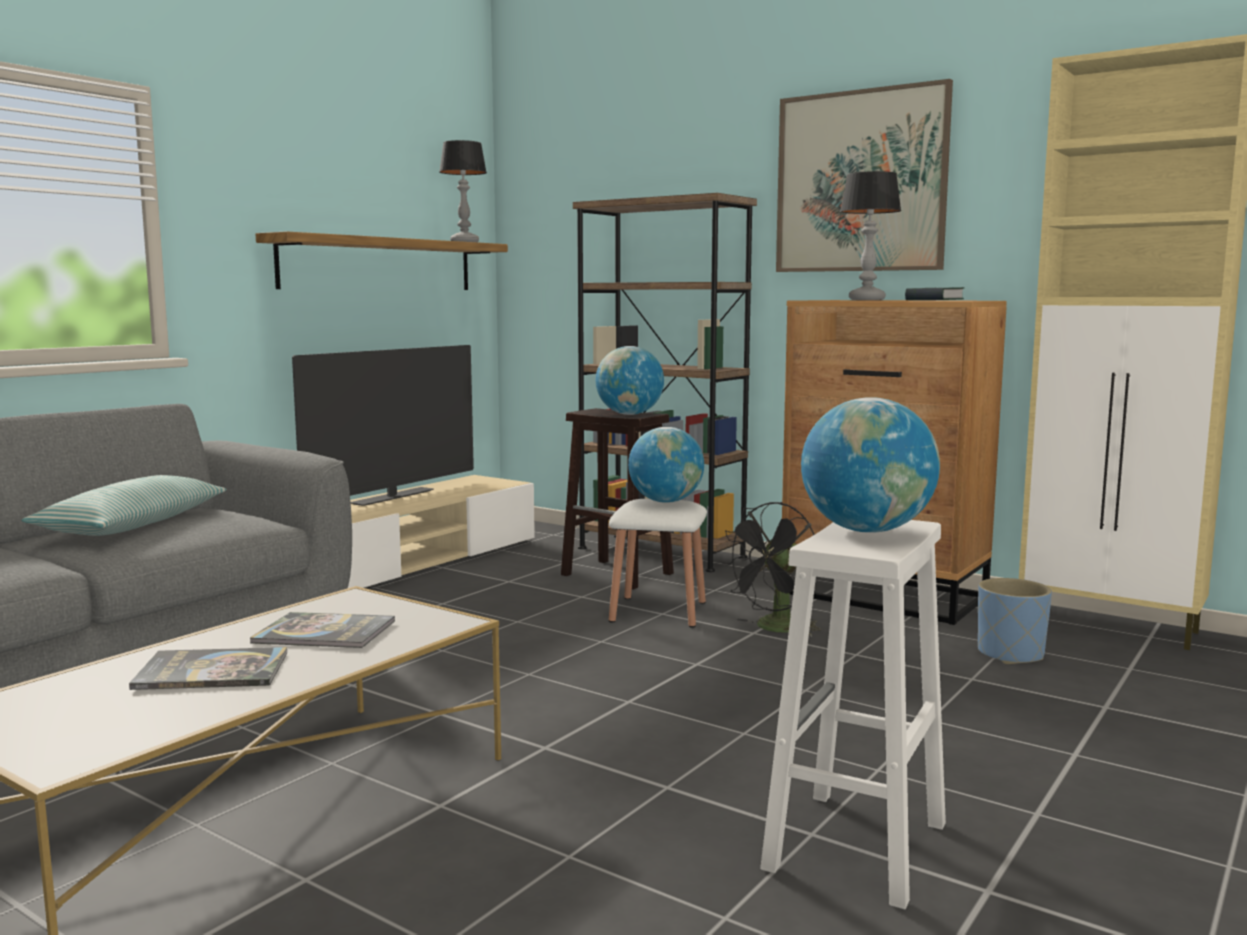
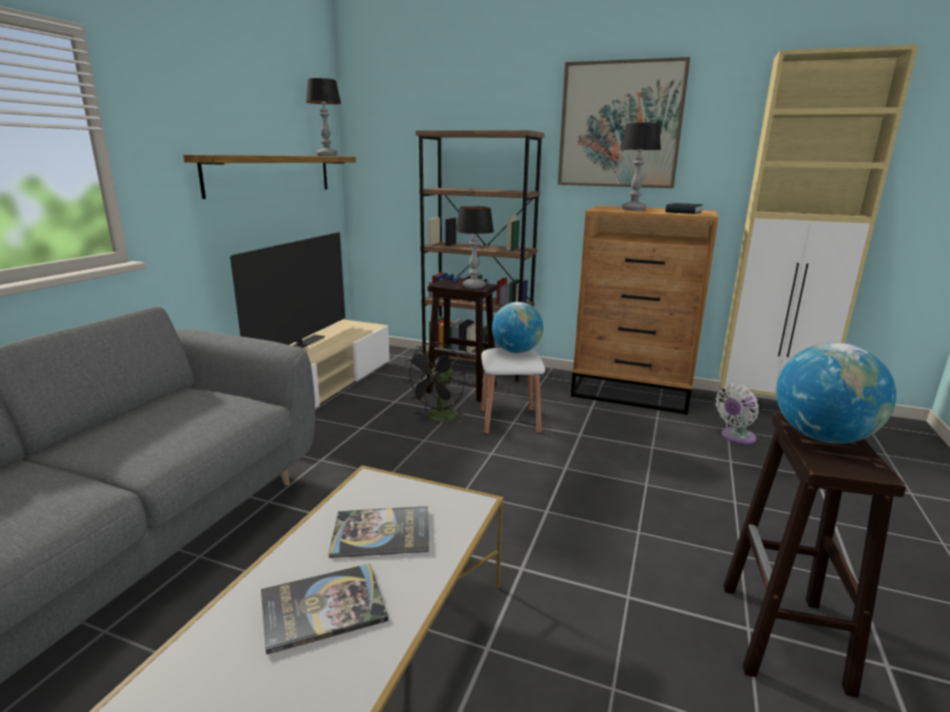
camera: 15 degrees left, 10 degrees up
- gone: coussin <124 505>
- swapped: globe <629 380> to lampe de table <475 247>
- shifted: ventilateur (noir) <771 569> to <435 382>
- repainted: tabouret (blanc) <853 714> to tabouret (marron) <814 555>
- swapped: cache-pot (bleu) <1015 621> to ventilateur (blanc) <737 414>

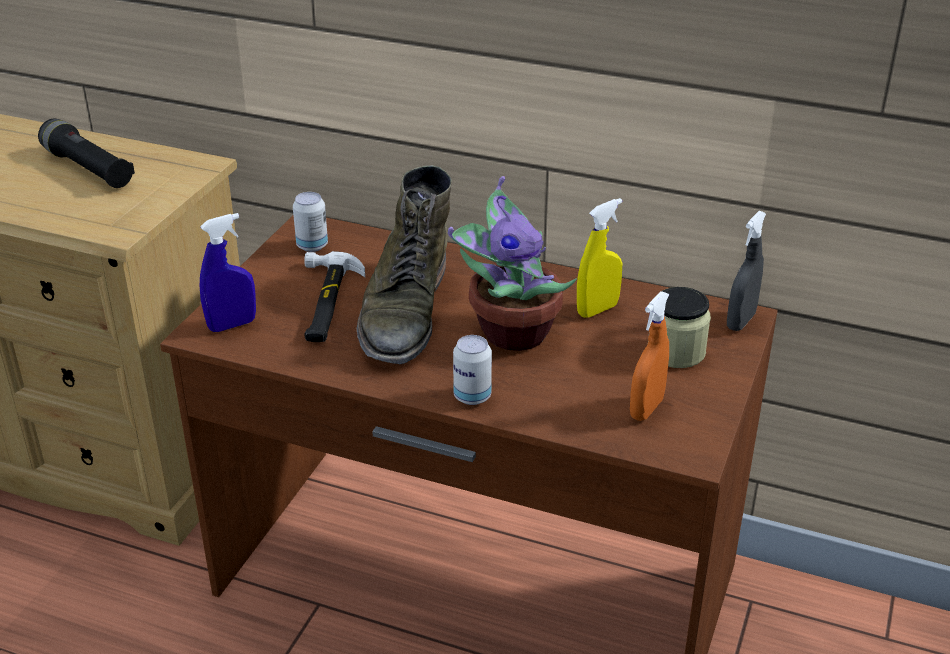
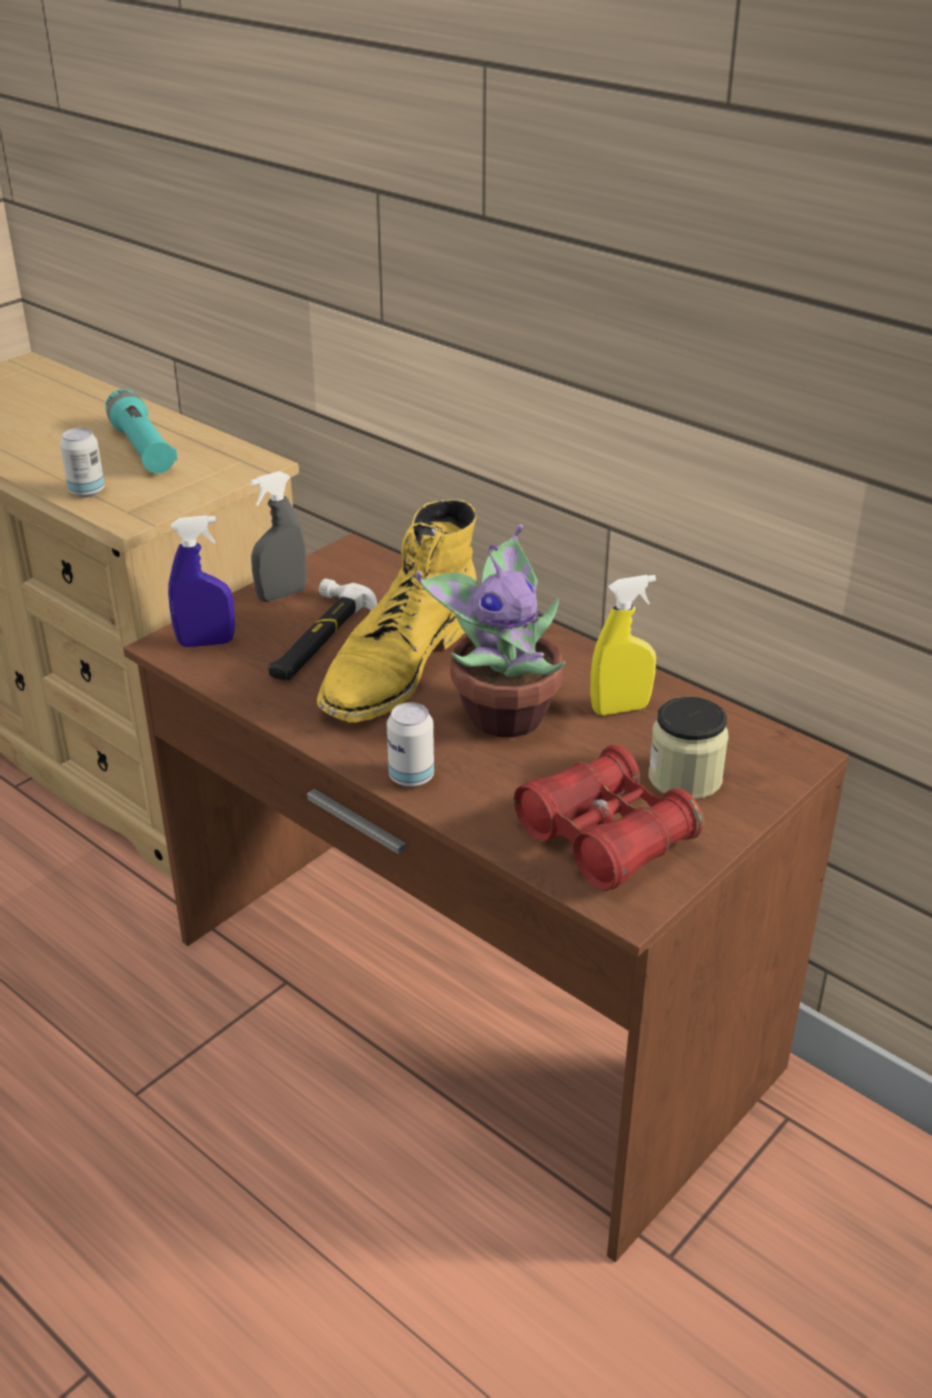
camera: 20 degrees right, 0 degrees up
- repainted: lampe de poche (noir) <86 153> to lampe de poche (turquoise) <141 431>
- shifted: boîte métallique <310 222> to <82 462>
- repainted: botte (vert) <404 265> to botte (jaune) <397 611>
- swapped: vaporisateur (orange) <649 356> to jumelles (rouge) <609 818>
- shifted: vaporisateur (gris) <746 271> to <278 536>

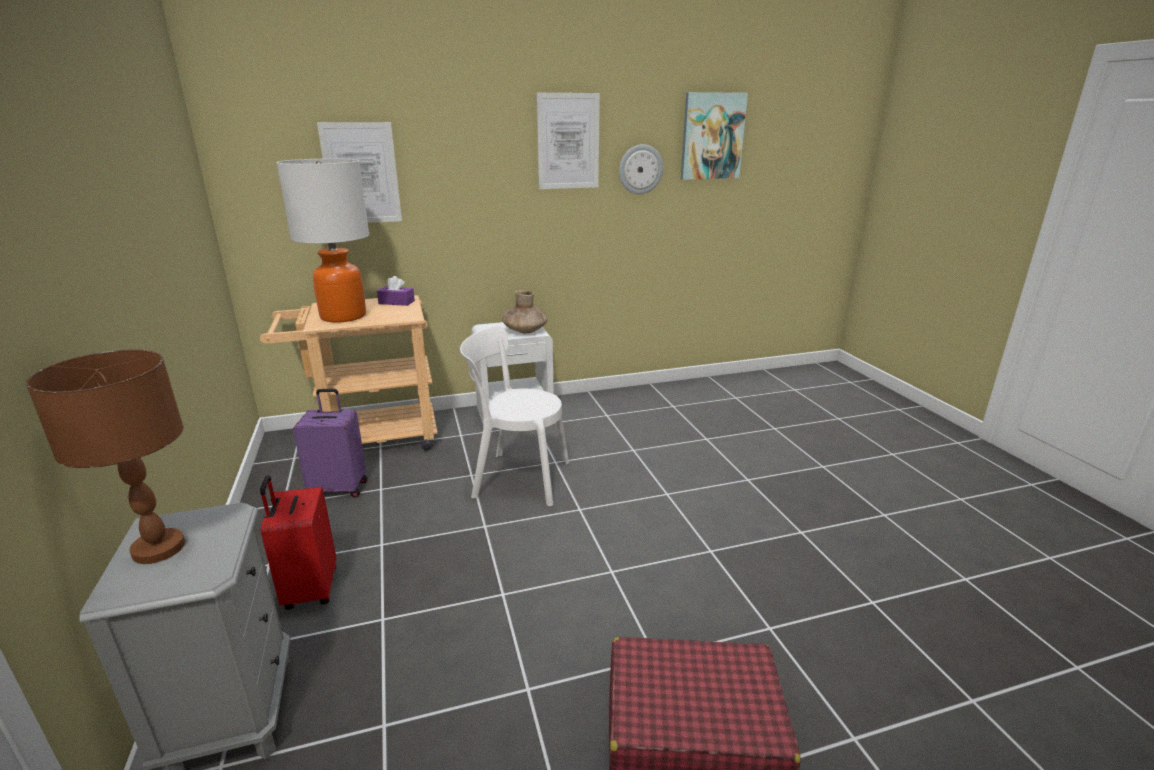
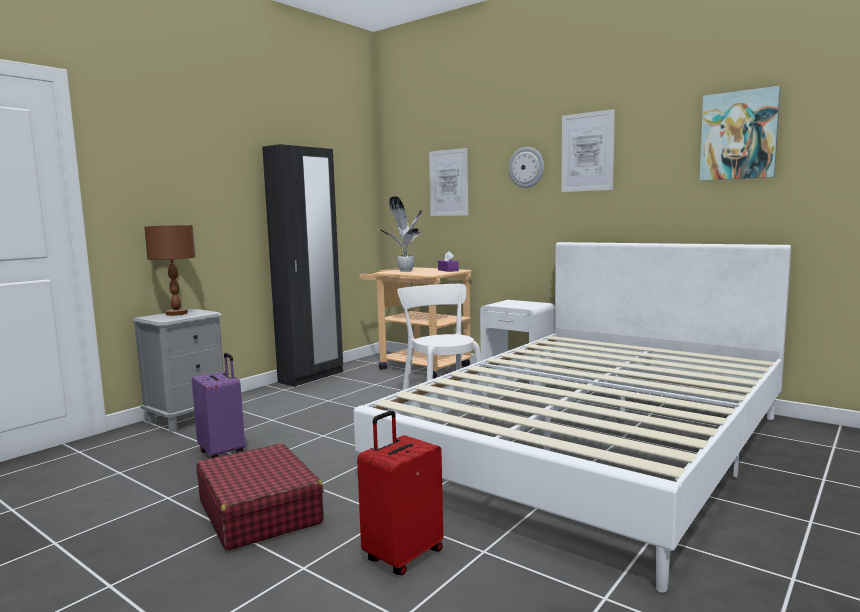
camera: 55 degrees right, 15 degrees down
- shifted: valise (rouge) <298 542> to <400 493>
- swapped: lampe de table <322 240> to plante en pot <401 234>
- shifted: valise (violet) <330 443> to <218 405>
- gone: vase (marron) <524 311>
- shifted: horloge murale <641 169> to <526 167>
- new: armoire (noir) <302 265>
- new: lit (blanc) <572 417>

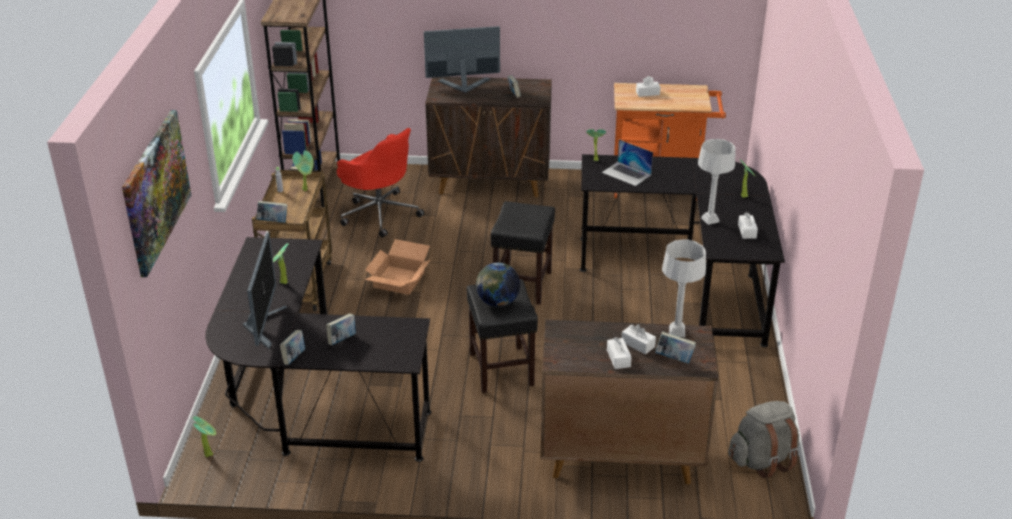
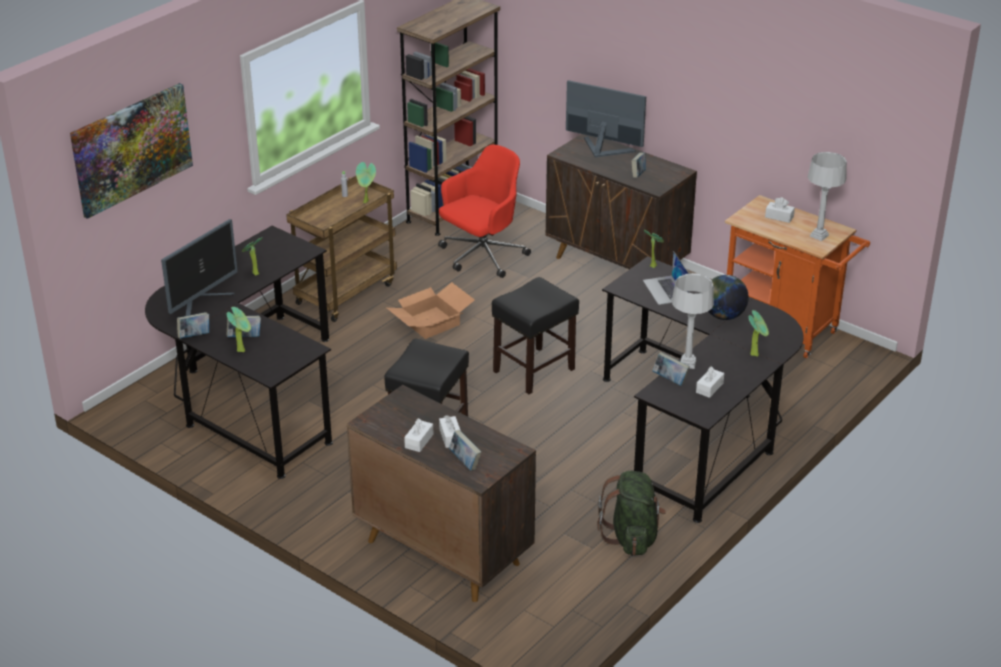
camera: 35 degrees right, 0 degrees up
- shifted: plante en pot <204 436> to <239 330>
- shifted: livre <271 212> to <671 369>
- rotated: chaise de bureau (rouge) <381 183> = <484 211> 120 degrees counterclockwise
- shifted: globe <498 284> to <728 297>
- shifted: lampe de table (gris) <684 288> to <827 196>
- gone: sac à dos (gris) <763 440>
- new: sac à dos (vert) <631 513>

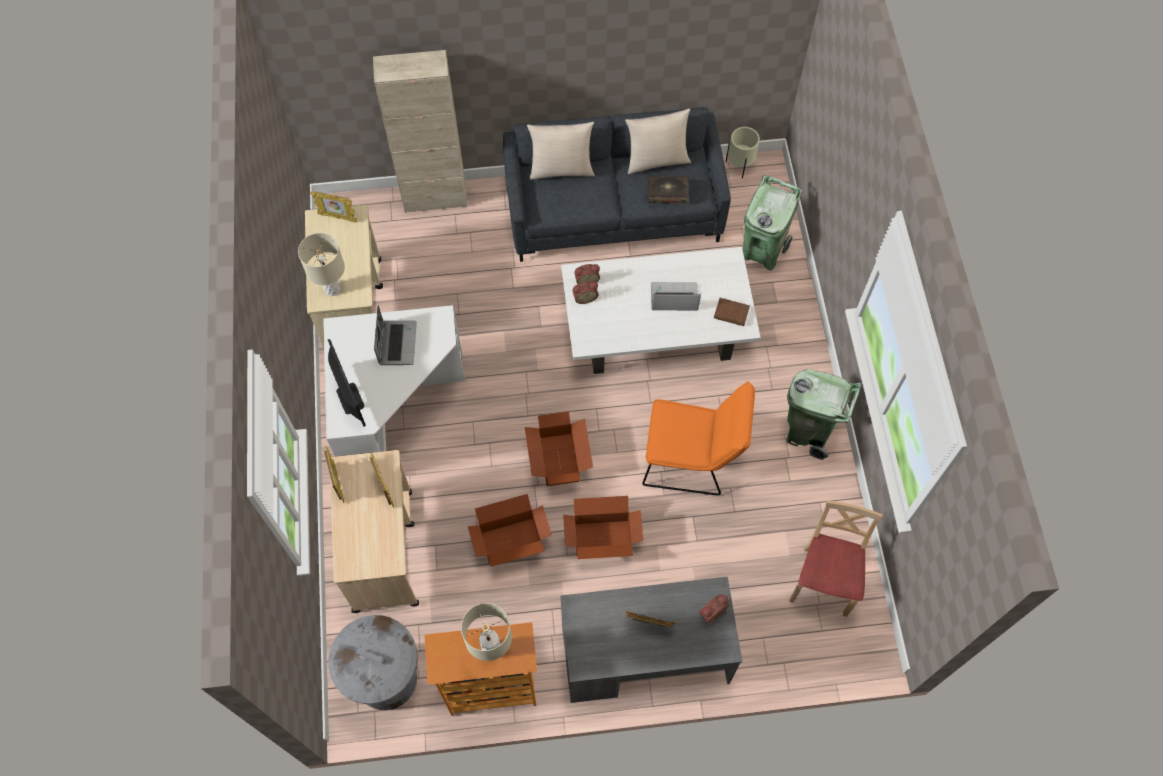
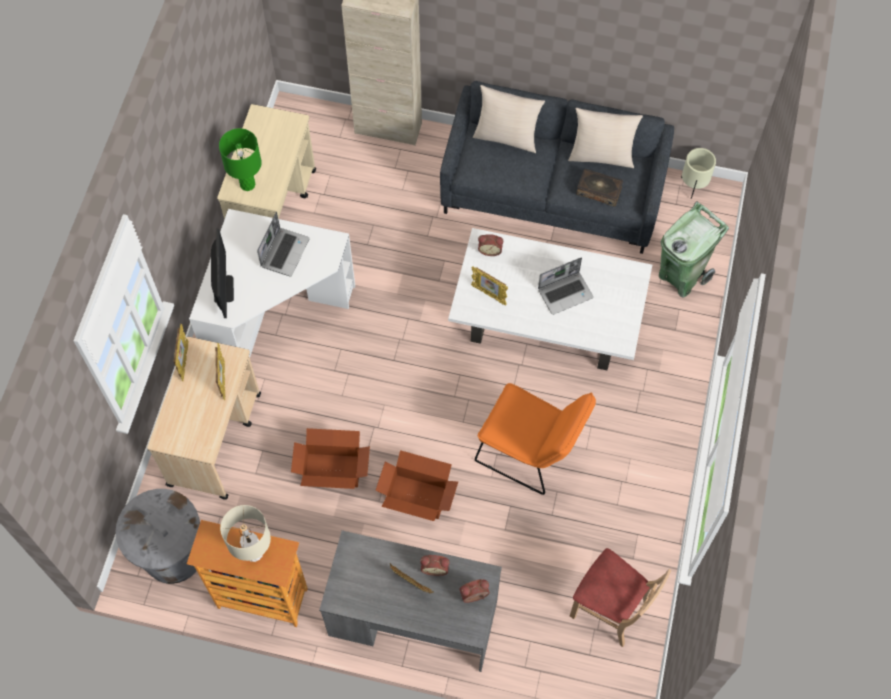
camera: 20 degrees right, 0 degrees up
- repainted: lampe de table (beige) <321 264> to lampe de table (vert) <240 159>
- shifted: cadre photo <334 207> to <489 286>
- gone: carton <559 449>
- shifted: réveil <586 292> to <434 565>
- rotated: ordinateur portable <676 296> = <565 286> 135 degrees clockwise
- gone: livre (marron) <732 312>
- gone: poubelle (vert) <823 414>
- rotated: chaise (beige) <836 558> = <620 597> 90 degrees clockwise

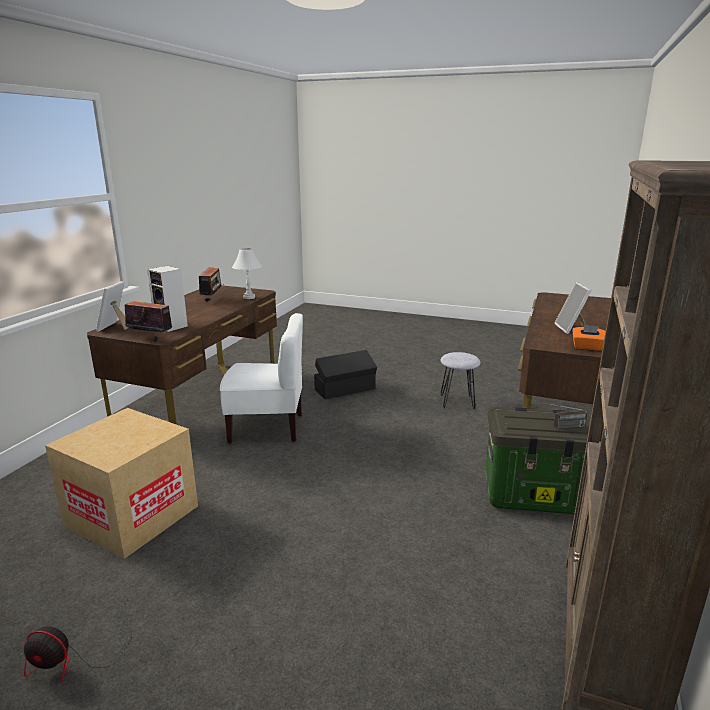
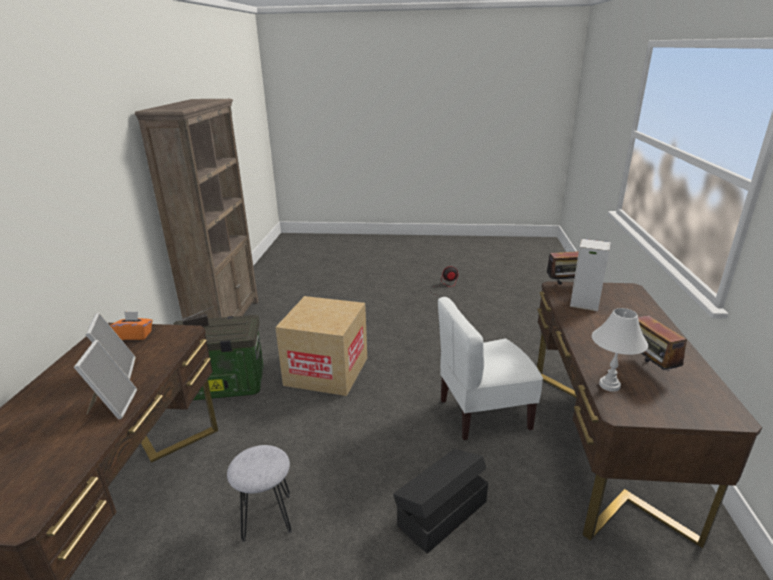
camera: 165 degrees right, 5 degrees up
- shifted: carton <121 483> to <321 346>
- shifted: cadre photo <112 306> to <105 379>

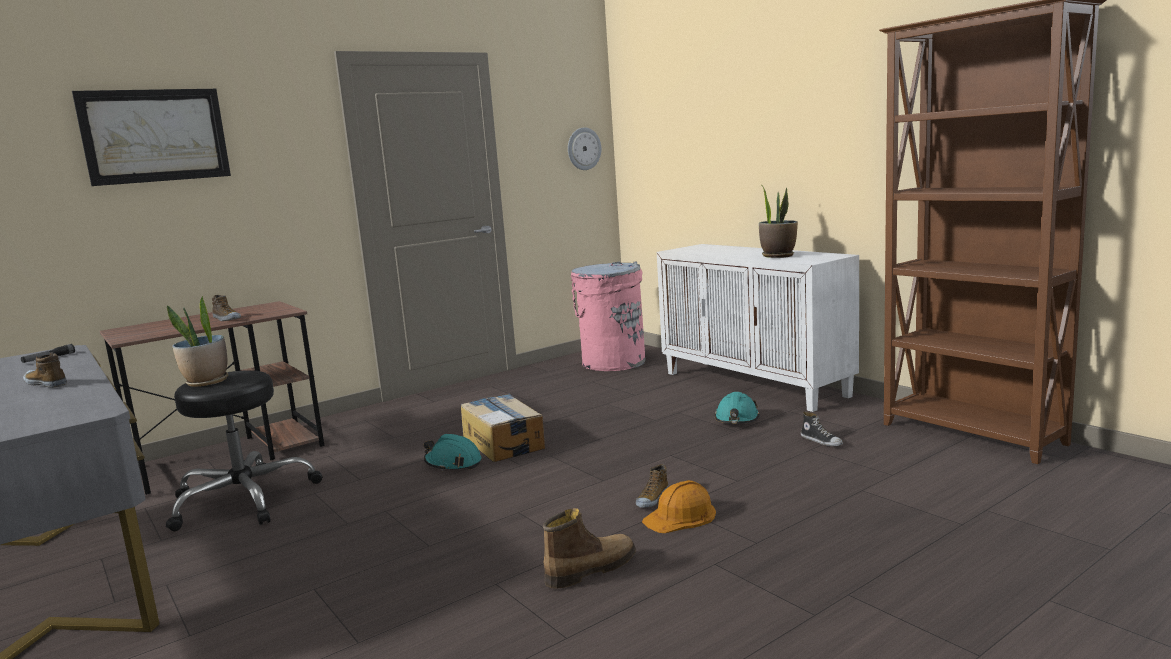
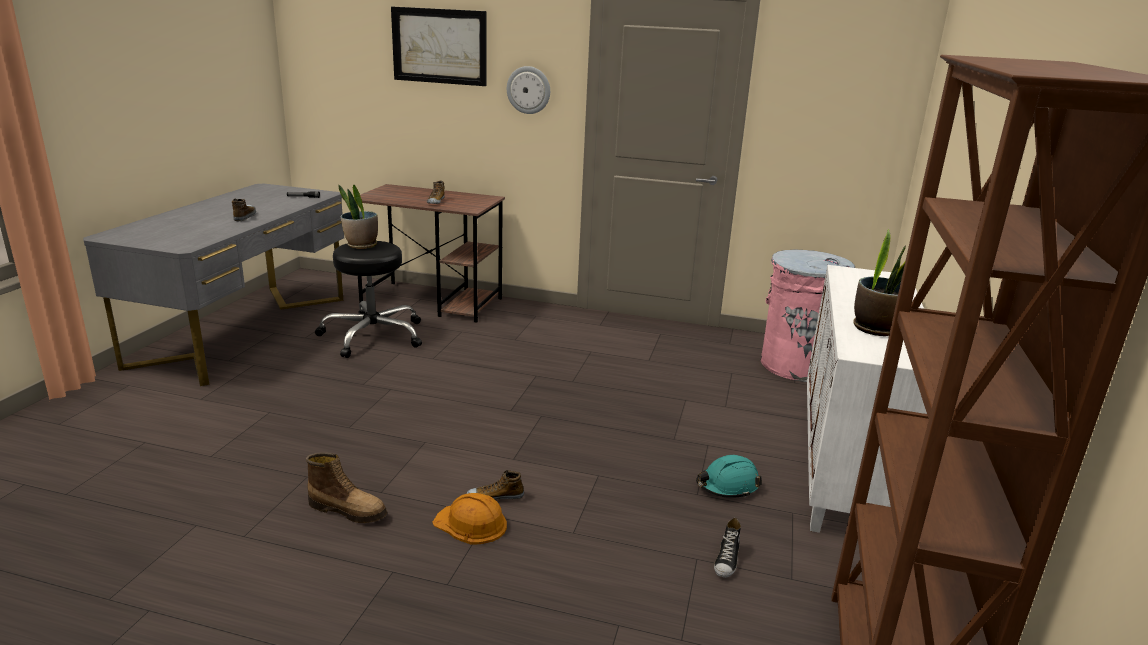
camera: 50 degrees right, 10 degrees up
- gone: casque de chantier (turquoise) <453 452>
- gone: carton <503 428>
- shifted: horloge murale <584 148> to <528 90>

